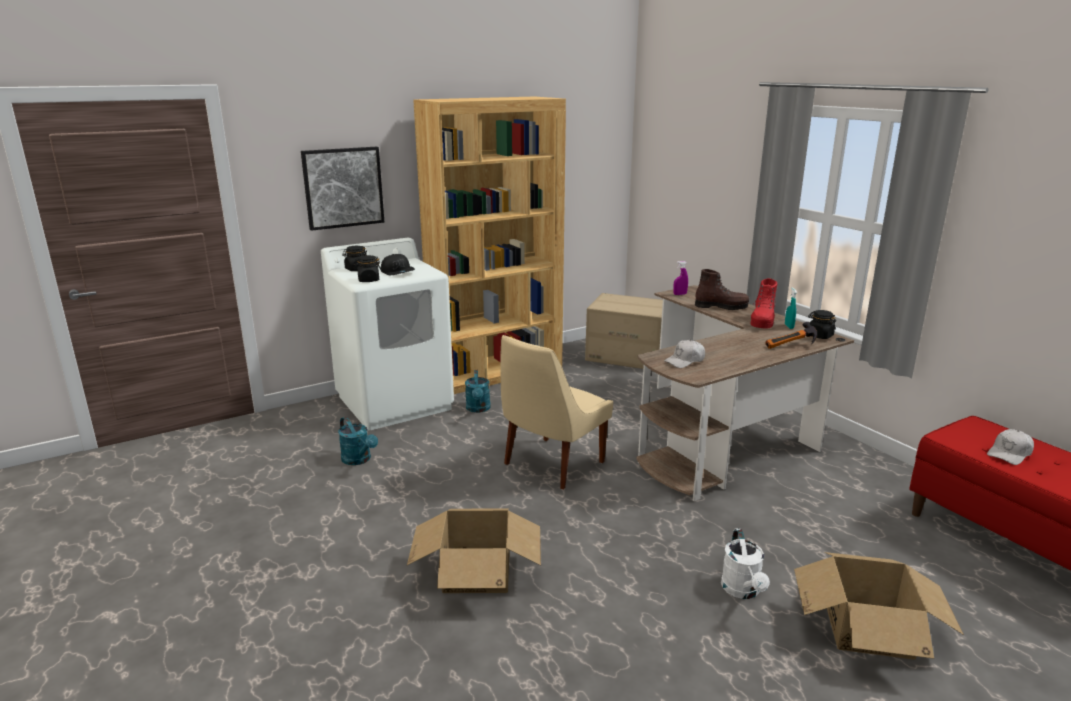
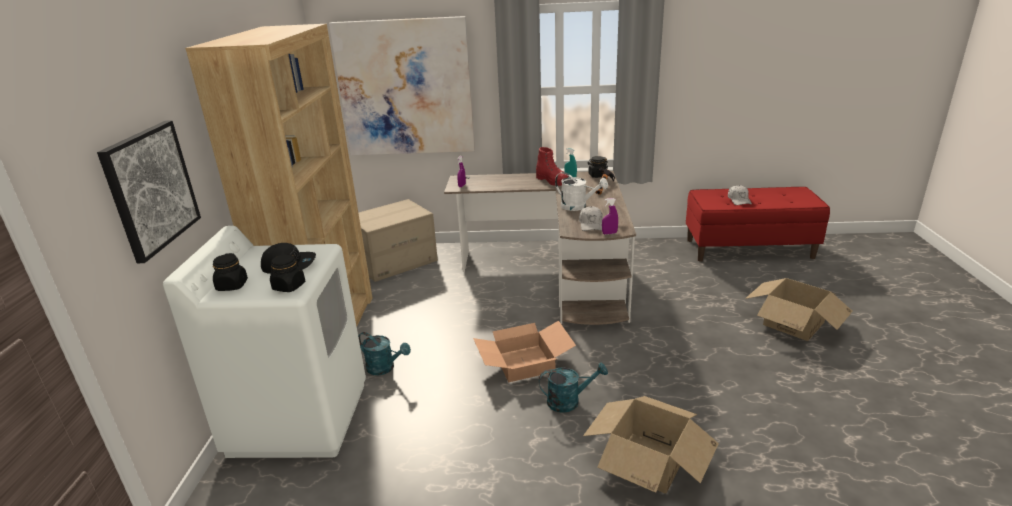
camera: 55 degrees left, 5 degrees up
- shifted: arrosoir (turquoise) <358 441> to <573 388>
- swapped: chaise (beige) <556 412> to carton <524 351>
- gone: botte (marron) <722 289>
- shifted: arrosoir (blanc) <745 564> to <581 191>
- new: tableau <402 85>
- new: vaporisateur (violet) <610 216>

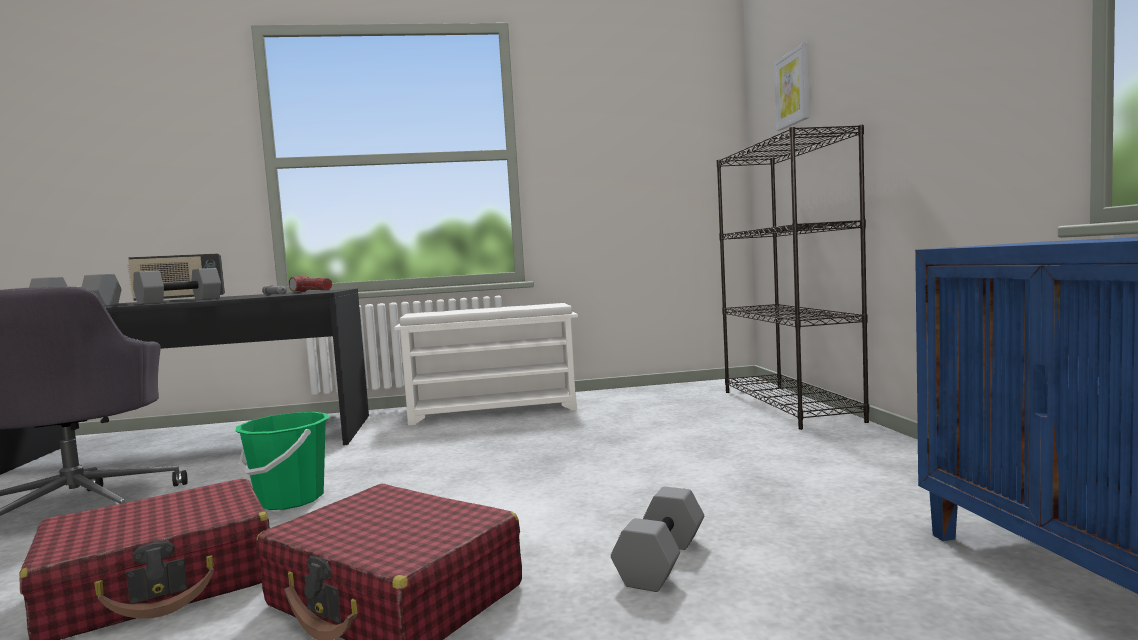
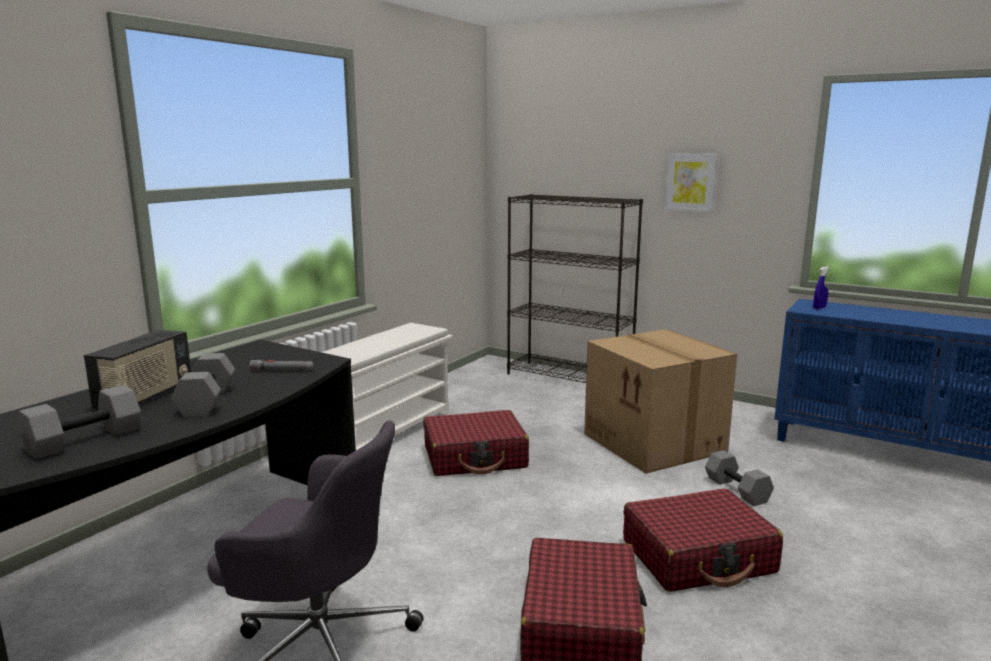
camera: 50 degrees left, 10 degrees up
- gone: seau (vert) <282 461>
- gone: lampe de poche <310 283>
- shifted: tableau <792 87> to <691 182>
- new: valise (rouge) <476 443>
- new: carton <660 401>
- new: vaporisateur (bleu) <821 287>

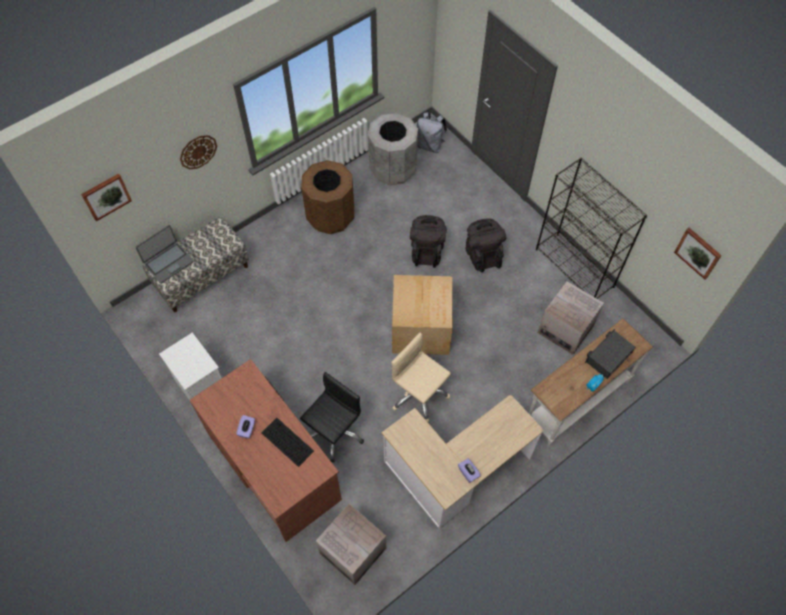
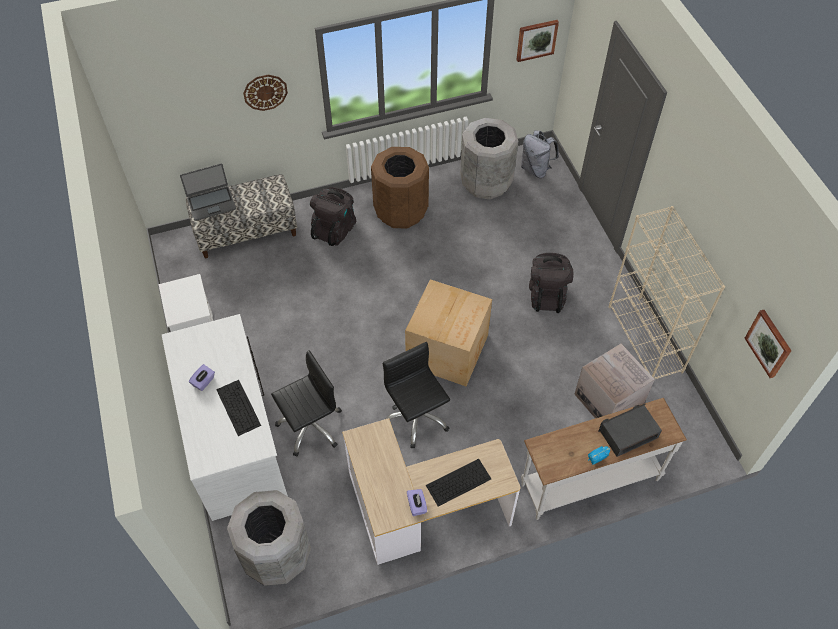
camera: 20 degrees right, 5 degrees down
- shifted: tableau <106 197> to <537 41>
- repainted: bureau (marron) <266 450> to bureau (blanc) <225 417>
- swapped: carton <351 544> to poubelle (gris) <269 538>
- repainted: chaise de bureau (beige) <421 377> to chaise de bureau (noir) <416 395>
- shifted: sac à dos (noir) <428 241> to <333 216>
- repainted: bibliothèque (noir) <591 228> to bibliothèque (beige) <666 292>
- new: clavier <458 483>

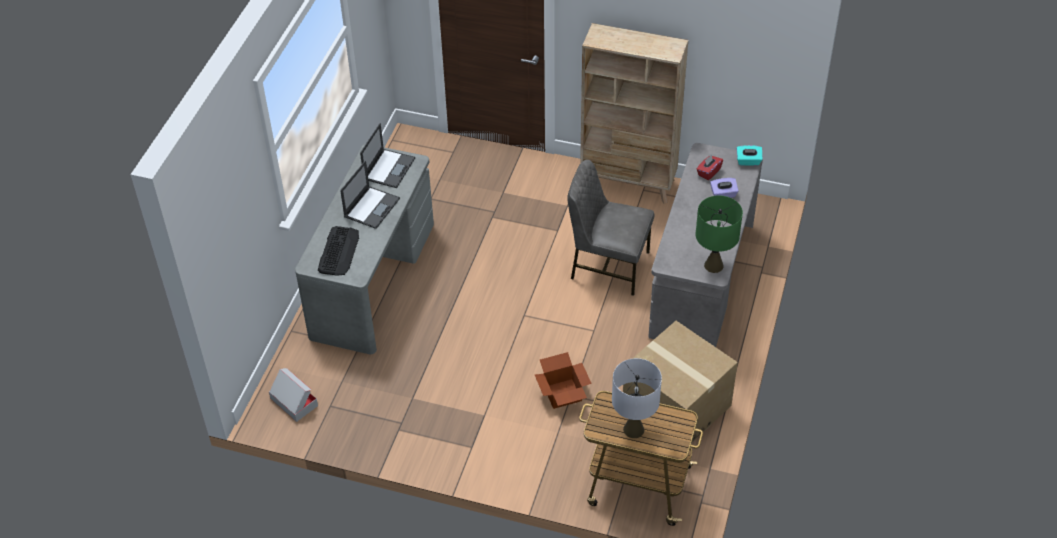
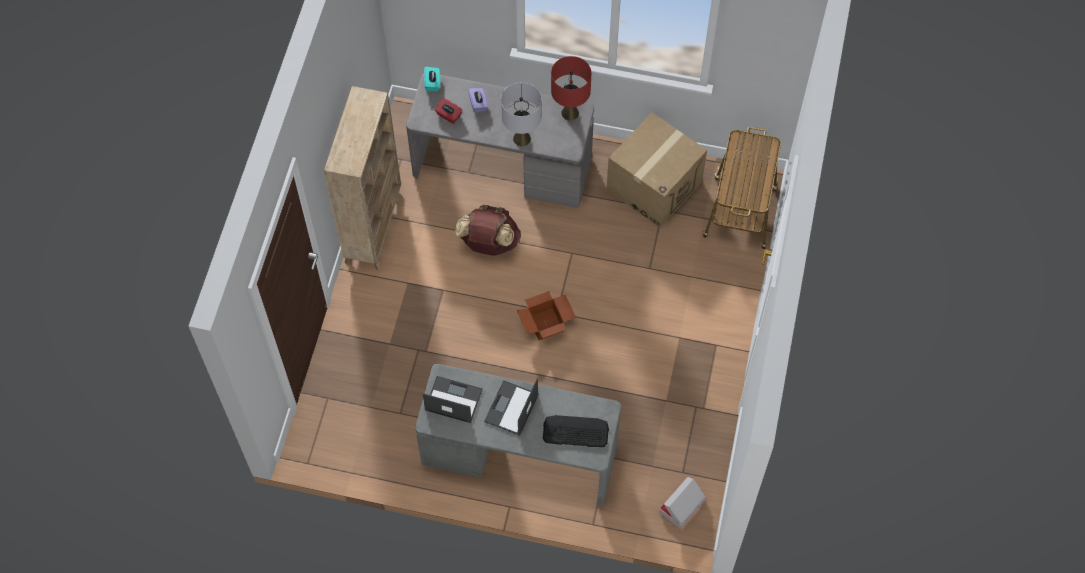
camera: 95 degrees left, 15 degrees up
- rotated: ordinateur portable <370 194> = <511 407> 90 degrees counterclockwise
- shifted: carton <563 380> to <546 315>
- swapped: chaise (gris) <610 228> to sac à dos (marron) <488 230>
- shifted: lampe de table (gris) <637 398> to <521 114>
- repainted: lampe de table (vert) <719 234> to lampe de table (rouge) <571 88>

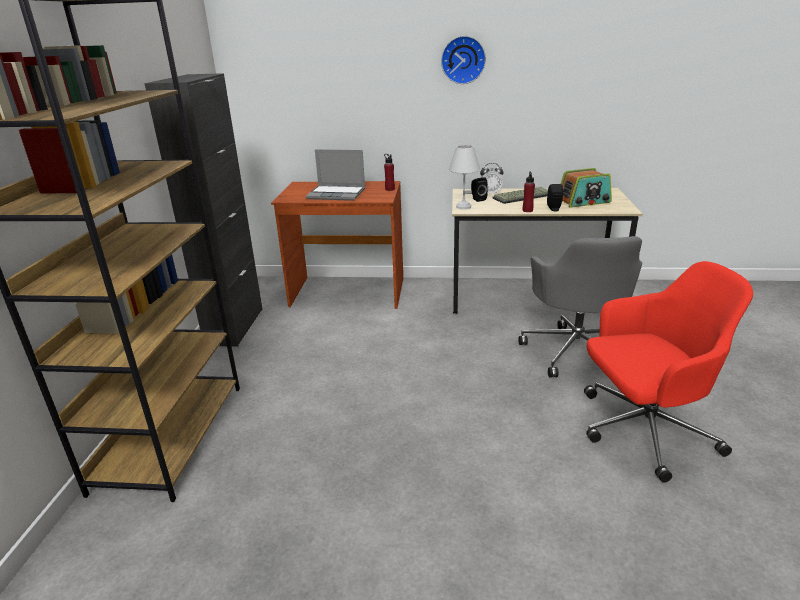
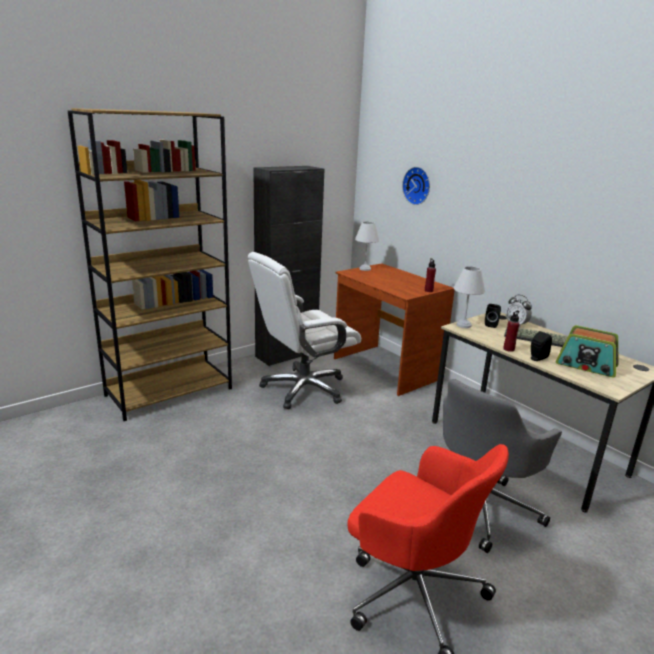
camera: 45 degrees right, 5 degrees down
- gone: ordinateur portable <335 175>
- shifted: horloge murale <463 60> to <416 186>
- new: chaise de bureau (blanc) <304 330>
- new: lampe de table (blanc) <367 246>

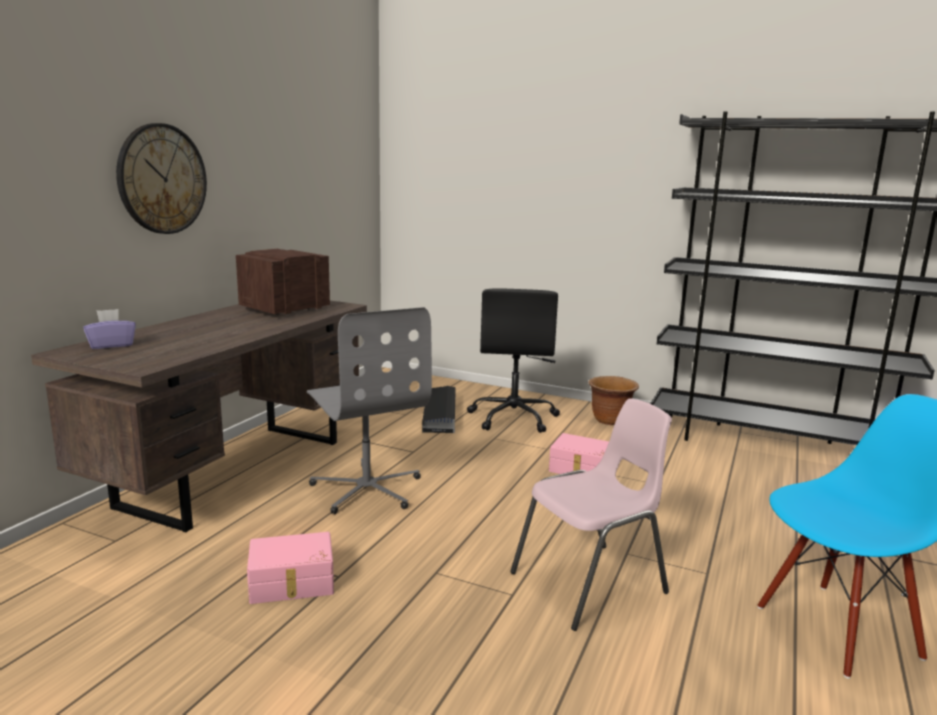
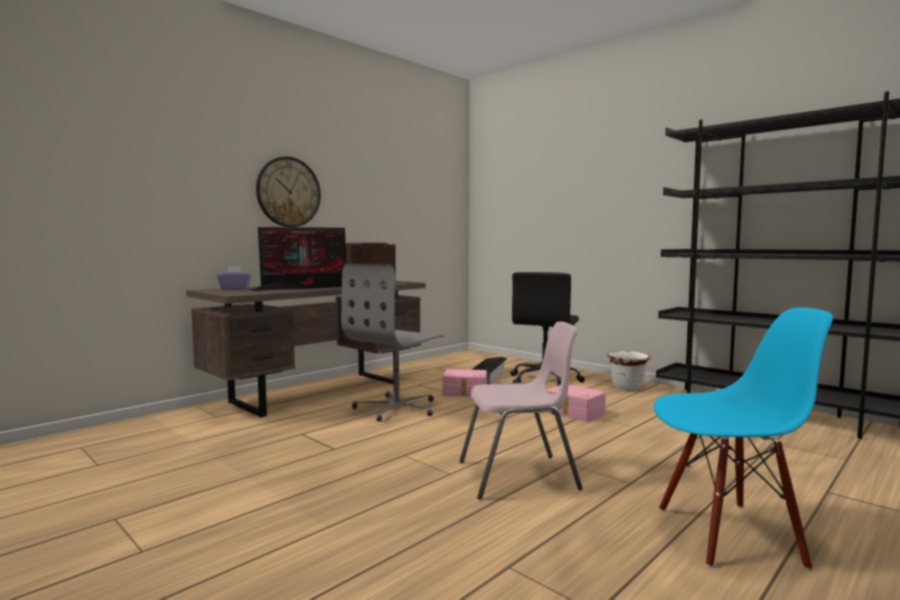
camera: 20 degrees right, 10 degrees down
- shifted: boîte de rangement (rose) <290 568> to <464 383>
- rotated: chaise de bureau (gris) <369 410> = <392 342> 45 degrees clockwise
- repainted: cache-pot (marron) <614 400> to cache-pot (blanc) <629 371>
- new: écran d'ordinateur <302 259>

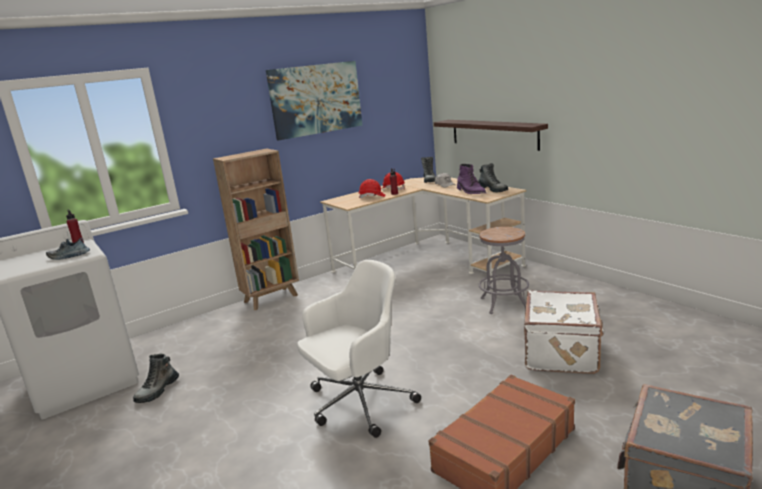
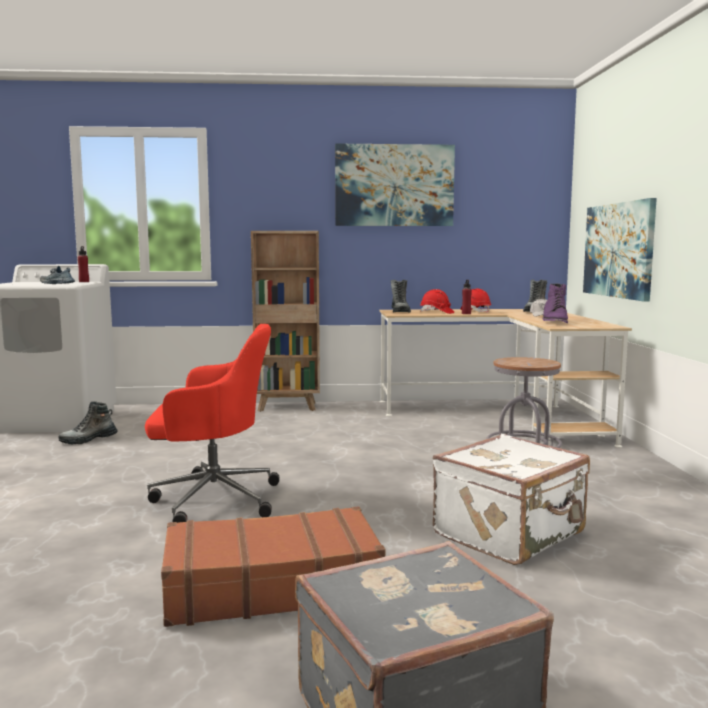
camera: 30 degrees right, 10 degrees down
- repainted: chaise de bureau (blanc) <359 349> to chaise de bureau (rouge) <212 423>
- swapped: étagère <491 135> to tableau <620 250>
- shifted: botte <493 178> to <401 296>

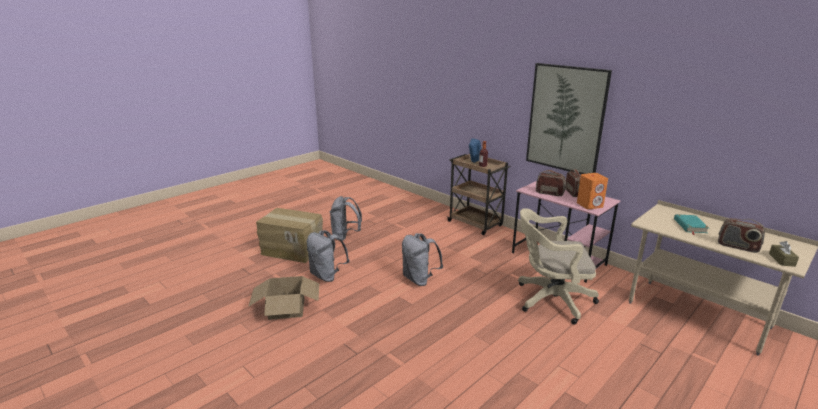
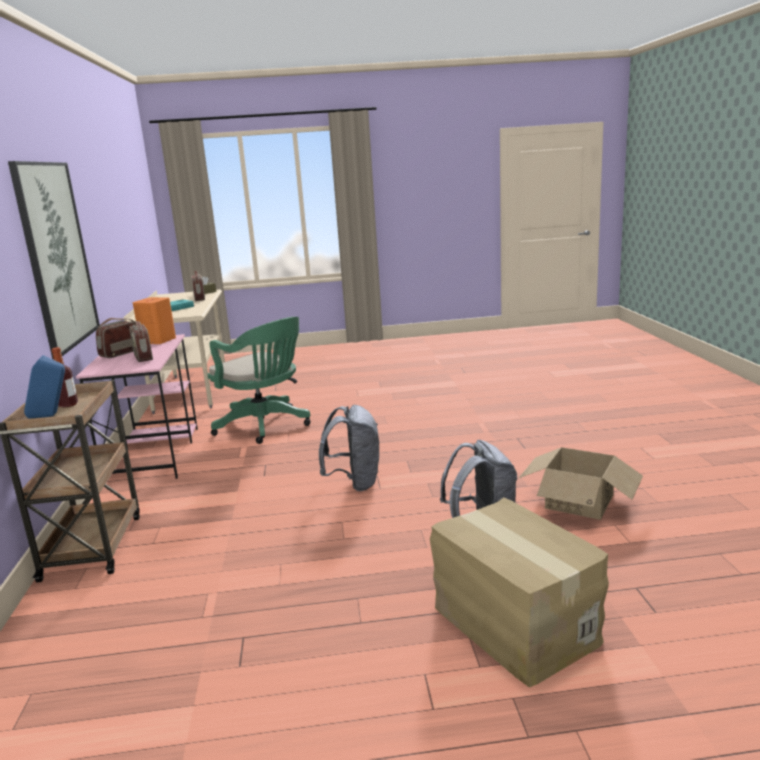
camera: 140 degrees left, 5 degrees down
- gone: sac à dos (gris) <346 218>
- repainted: chaise de bureau (beige) <558 266> to chaise de bureau (vert) <258 380>

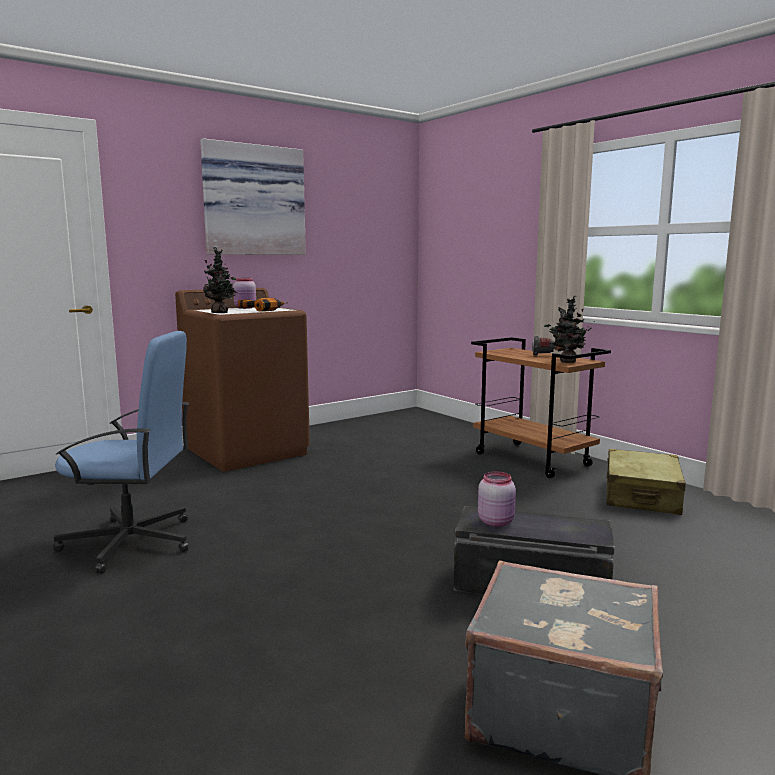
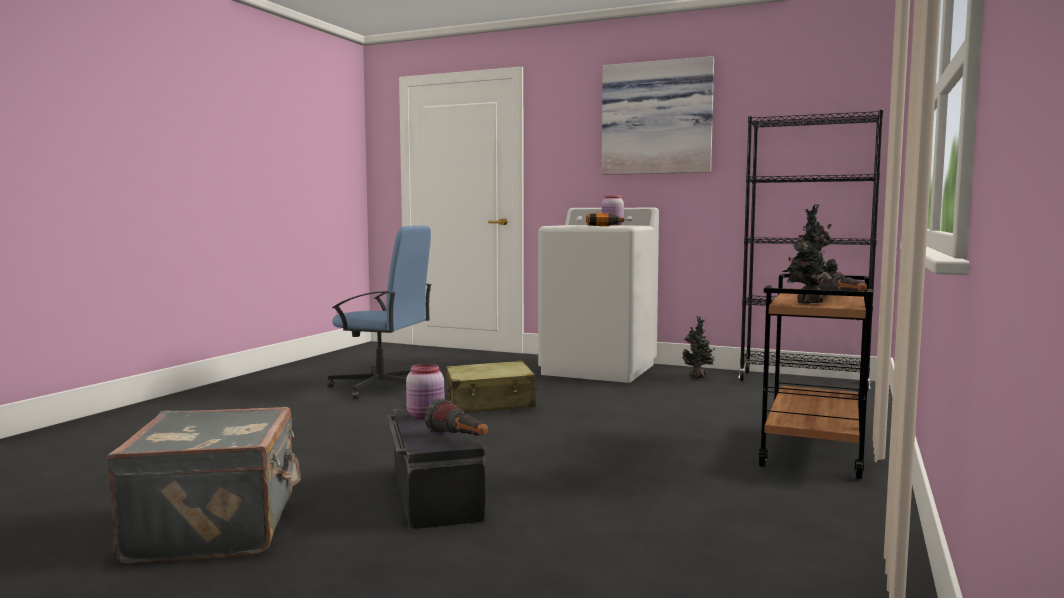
camera: 60 degrees right, 5 degrees down
- rotated: chaise de bureau (bleu) <121 452> = <379 312> 45 degrees counterclockwise
- repainted: lave-linge (marron) <242 380> to lave-linge (blanc) <598 295>
- shifted: plante en pot <219 280> to <698 347>
- shifted: valise (beige) <646 482> to <492 387>
- new: lampe de poche <456 417>
- new: bibliothèque (noir) <811 251>

